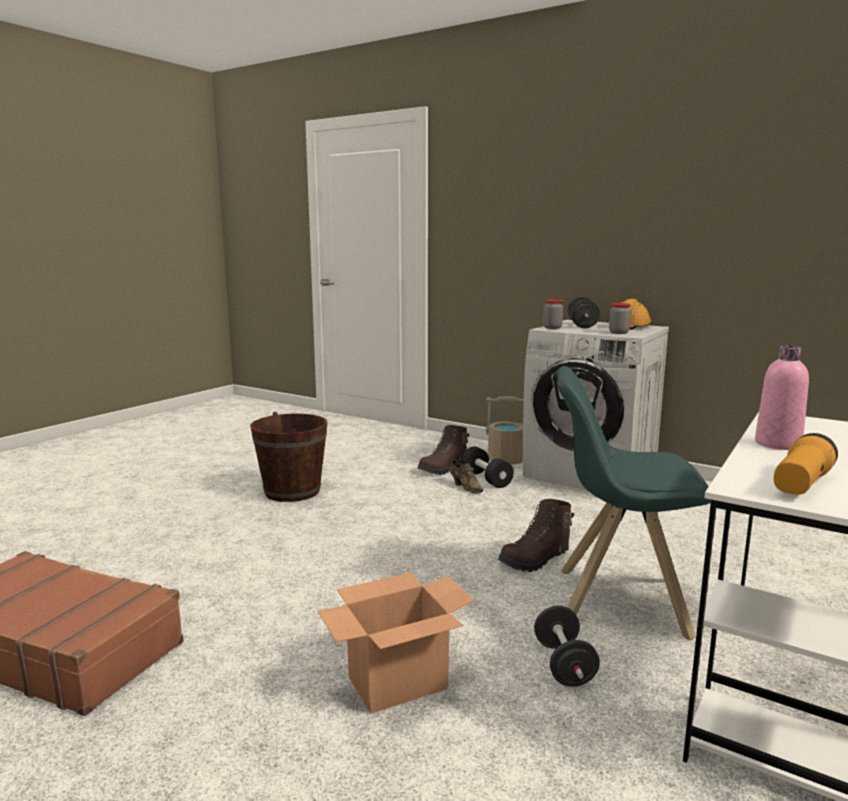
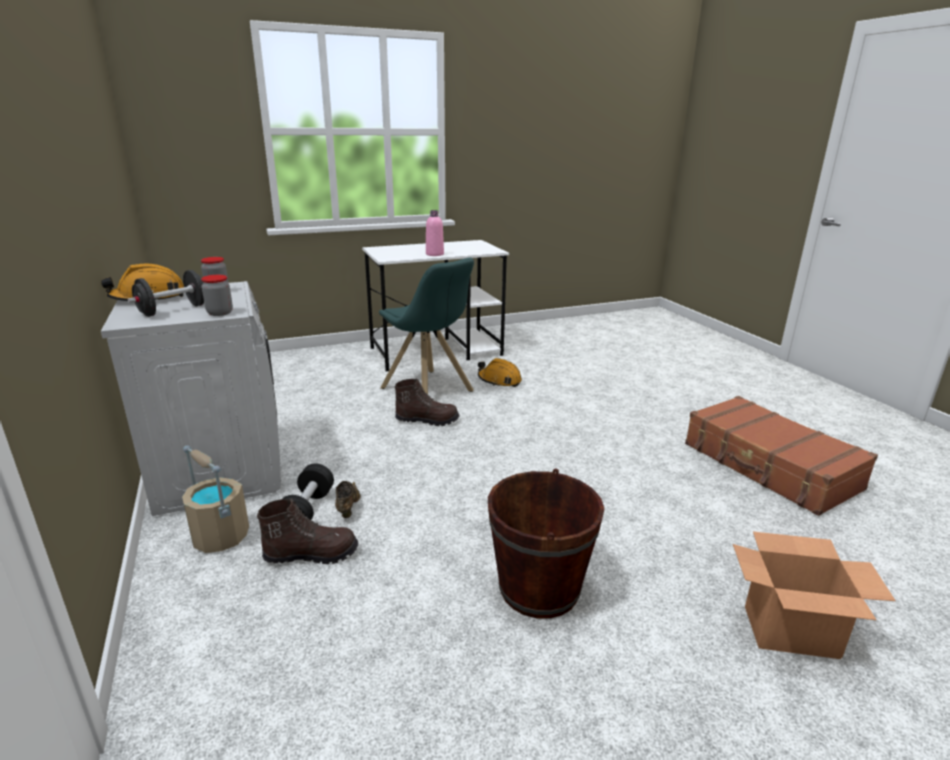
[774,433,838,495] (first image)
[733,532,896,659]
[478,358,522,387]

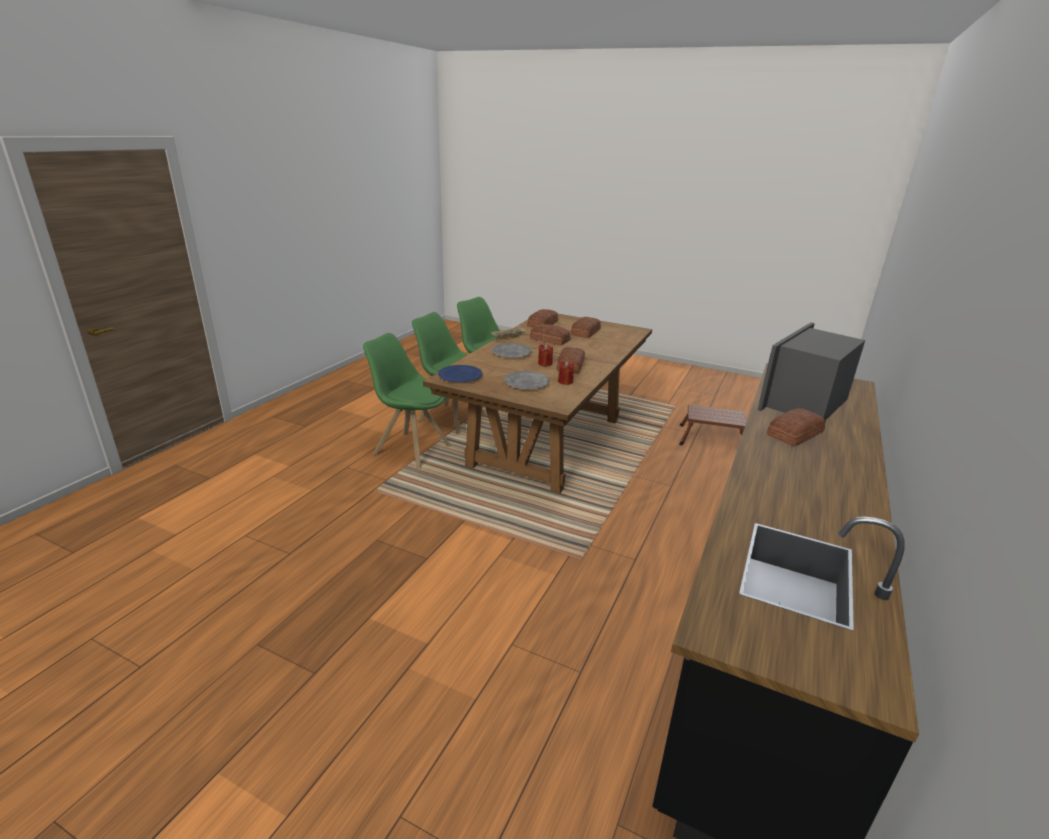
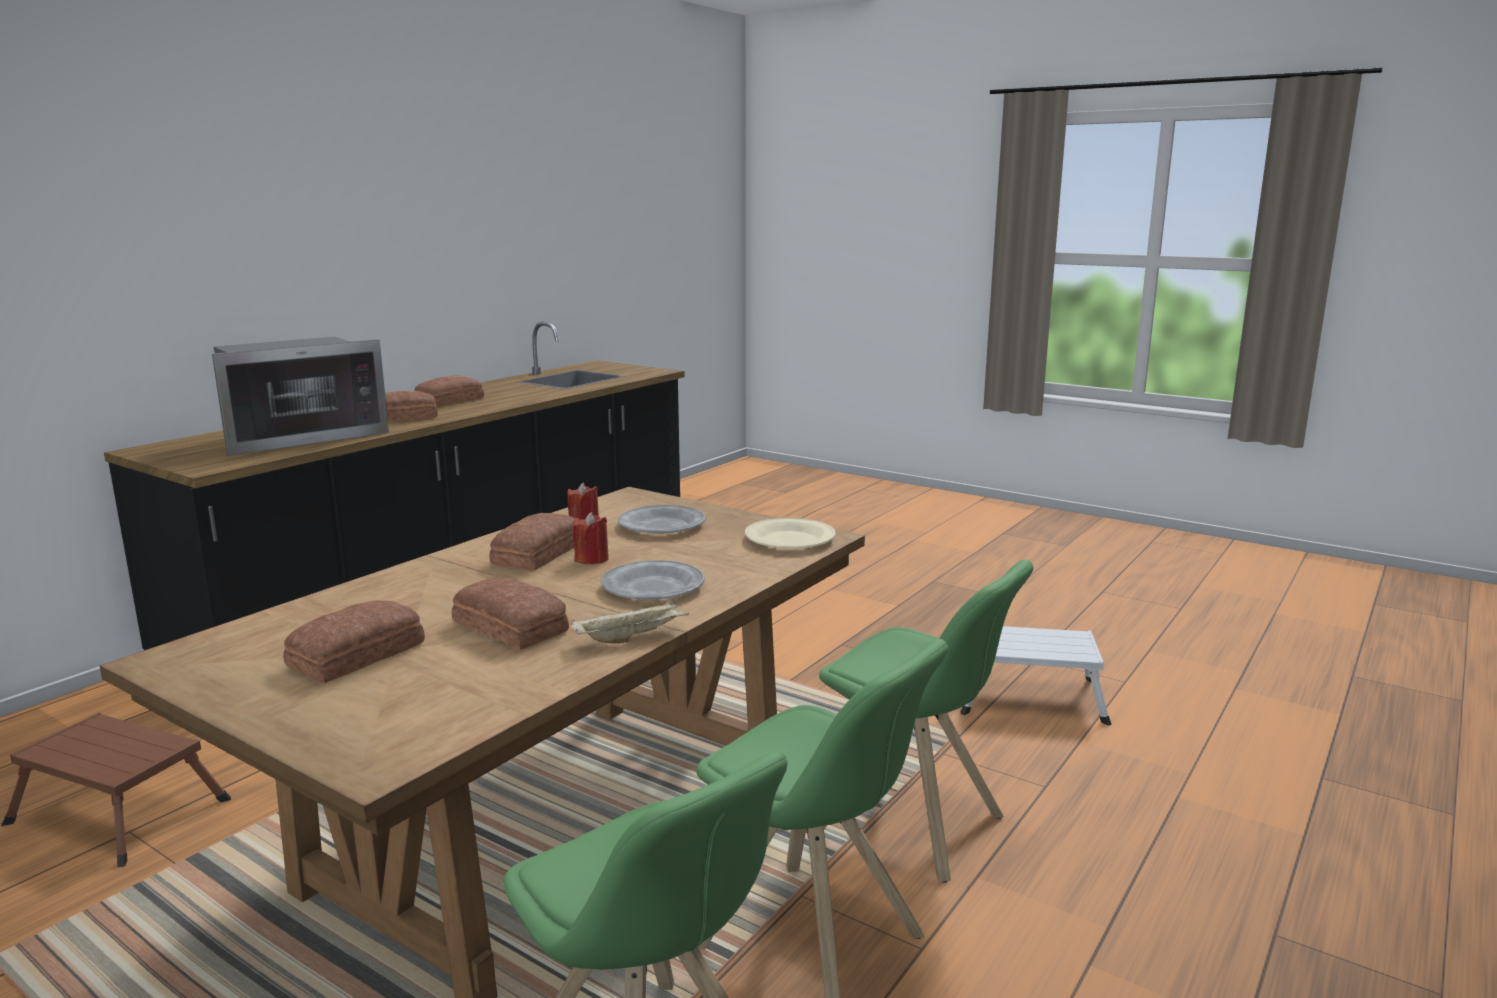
[960,626,1112,726]
[414,375,484,407]
[745,518,836,548]

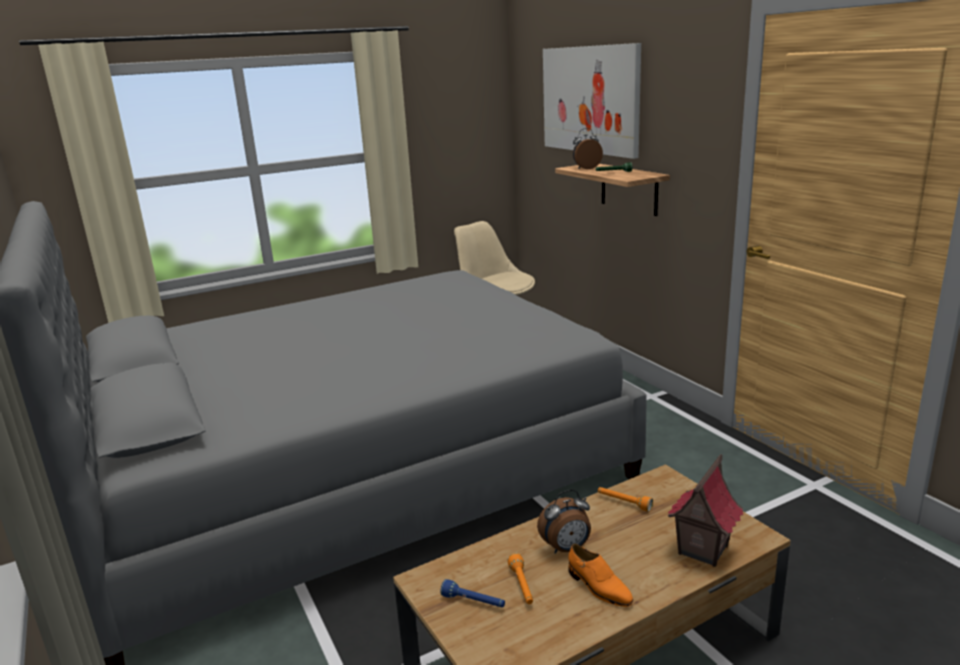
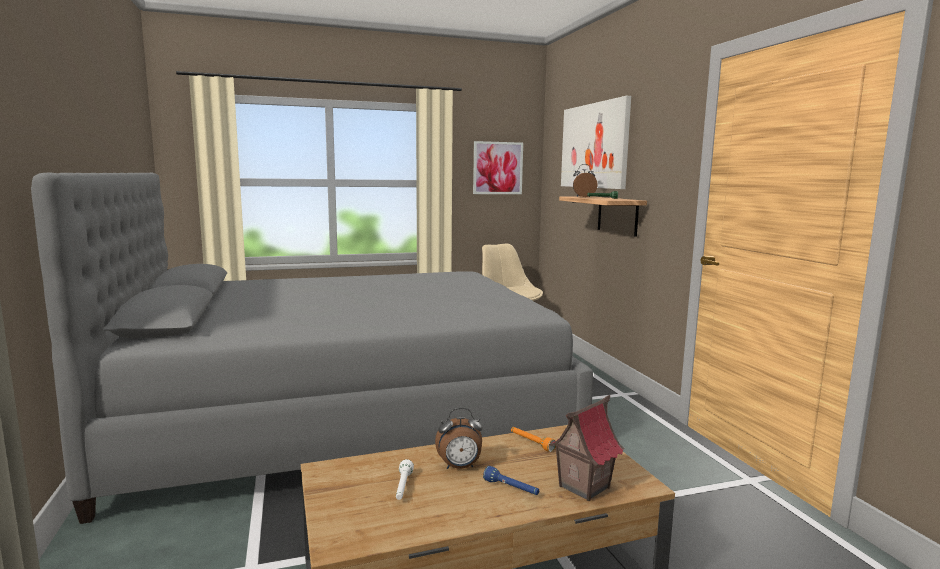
[568,544,633,607] (first image)
[473,141,523,194]
[483,466,539,495]
[396,459,414,500]

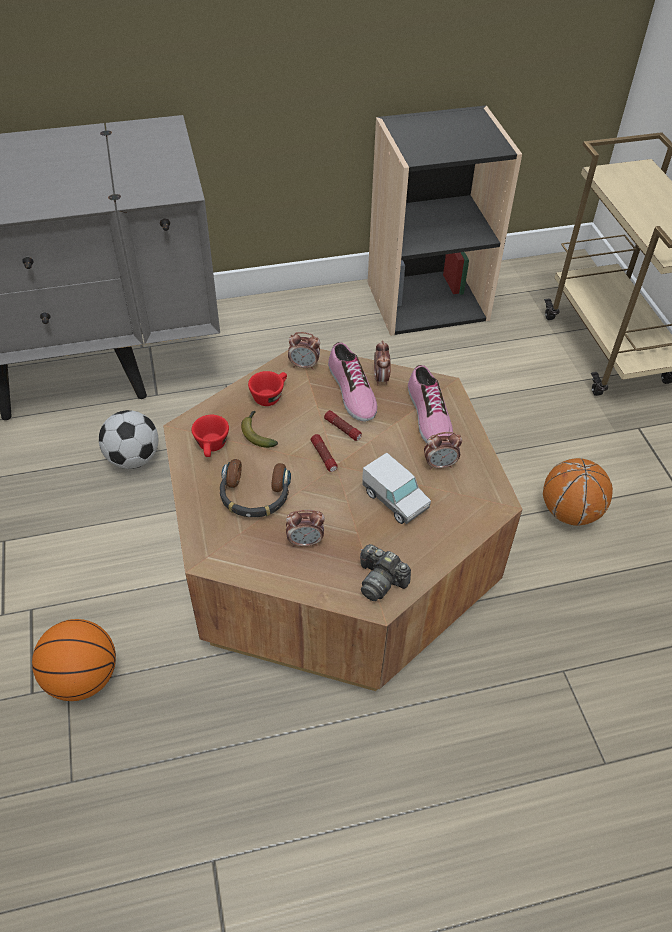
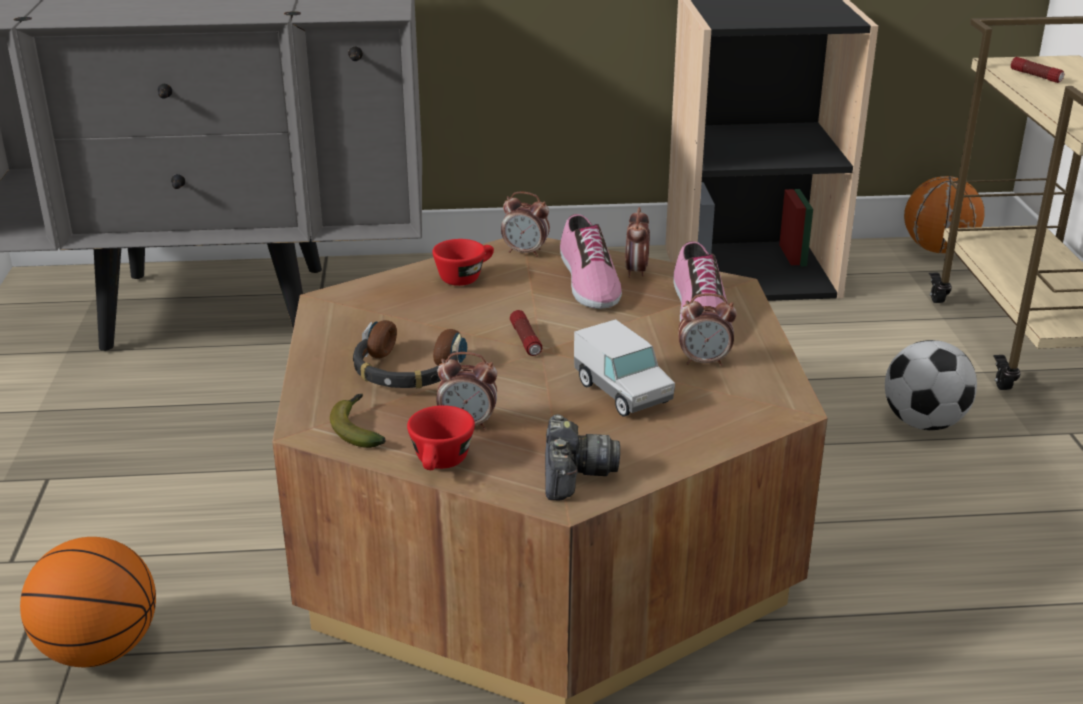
[885,340,977,430]
[407,405,475,470]
[330,394,385,448]
[1011,57,1064,83]
[904,176,985,253]
[545,414,620,500]

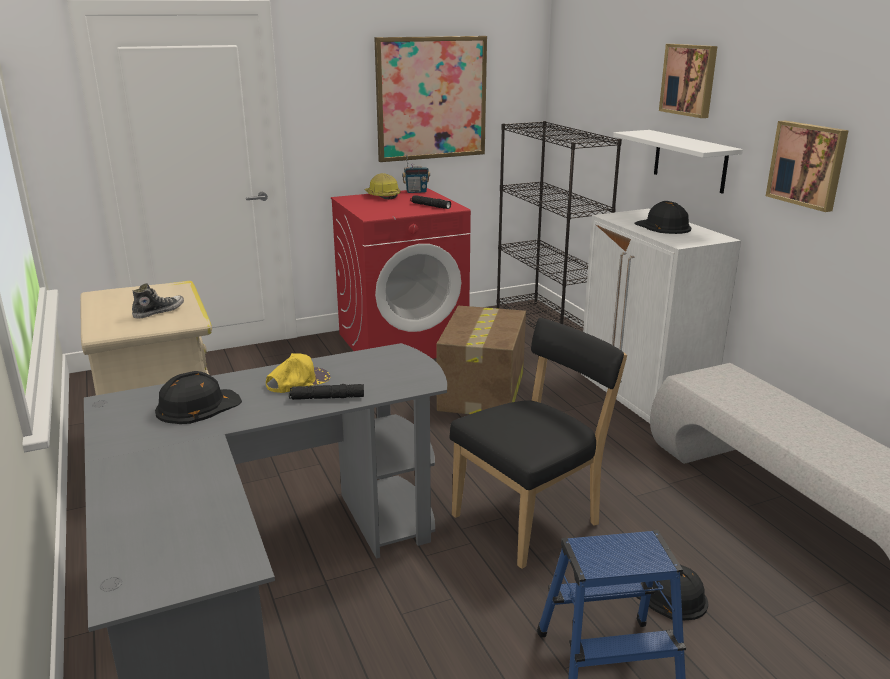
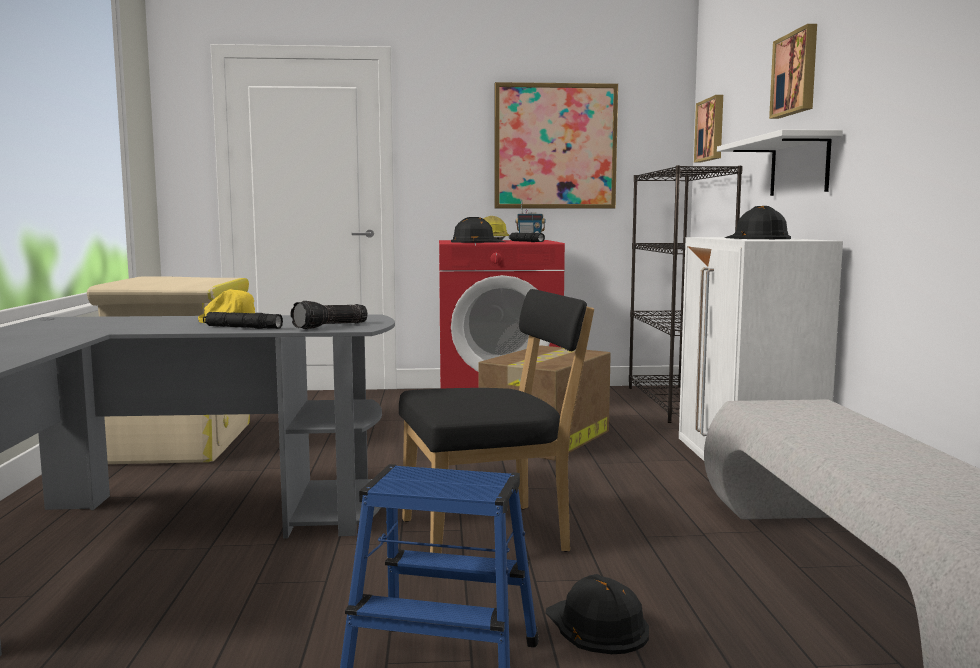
[132,283,184,319] (first image)
[291,301,368,329]
[451,217,505,243]
[694,95,723,162]

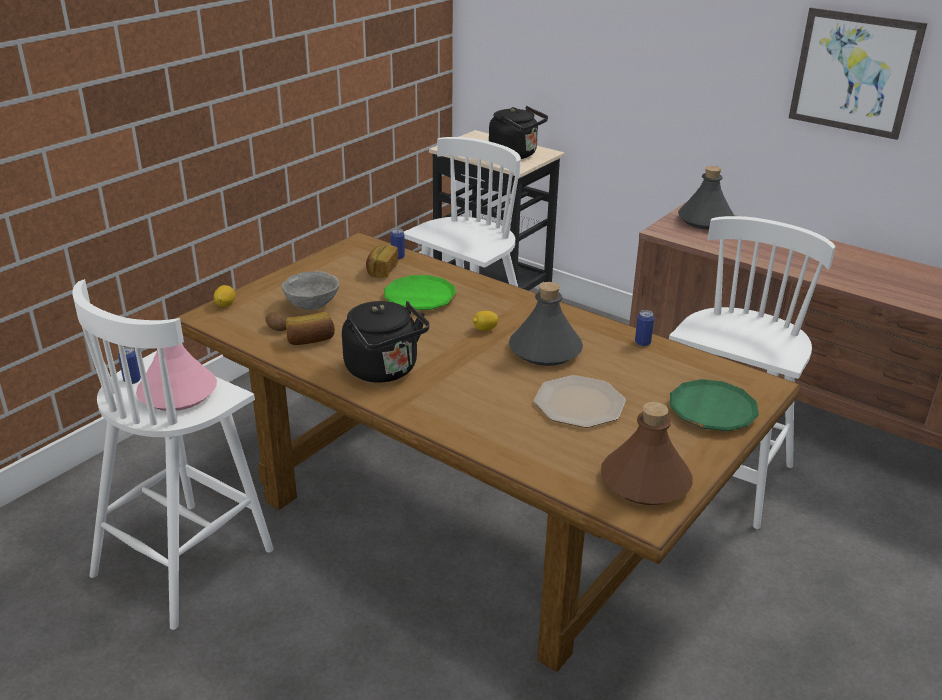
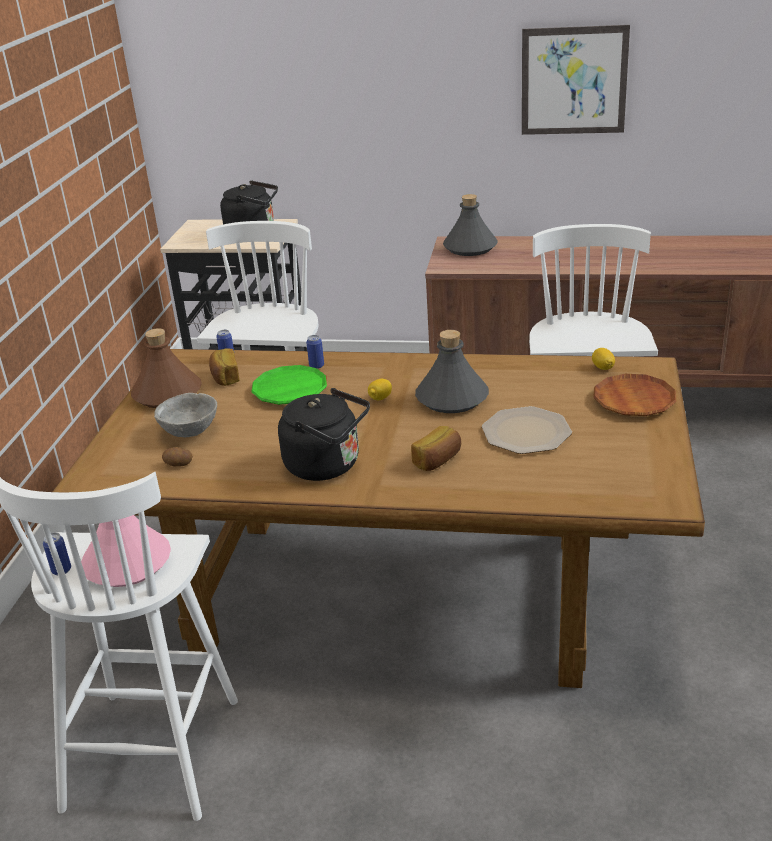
[592,348,615,370]
[411,426,461,471]
[131,328,202,408]
[306,335,324,369]
[593,374,676,416]

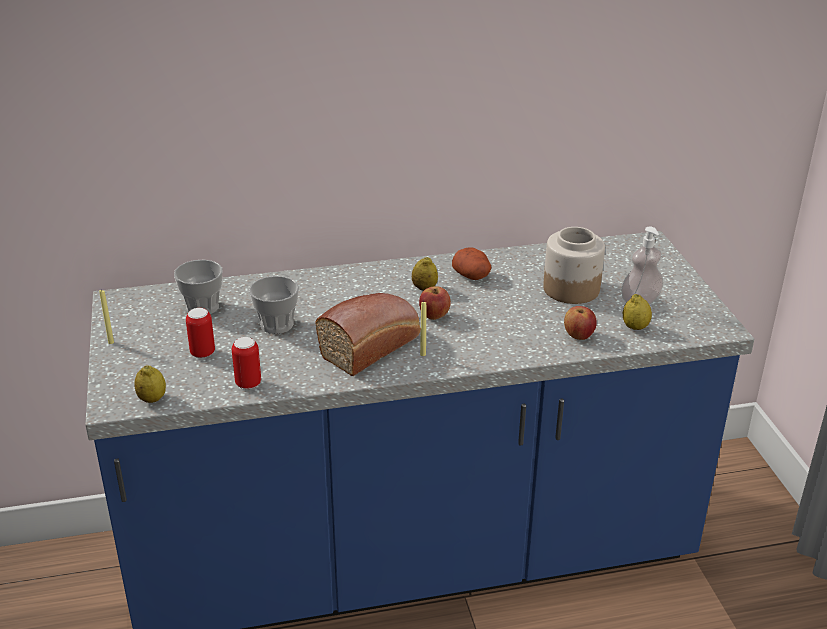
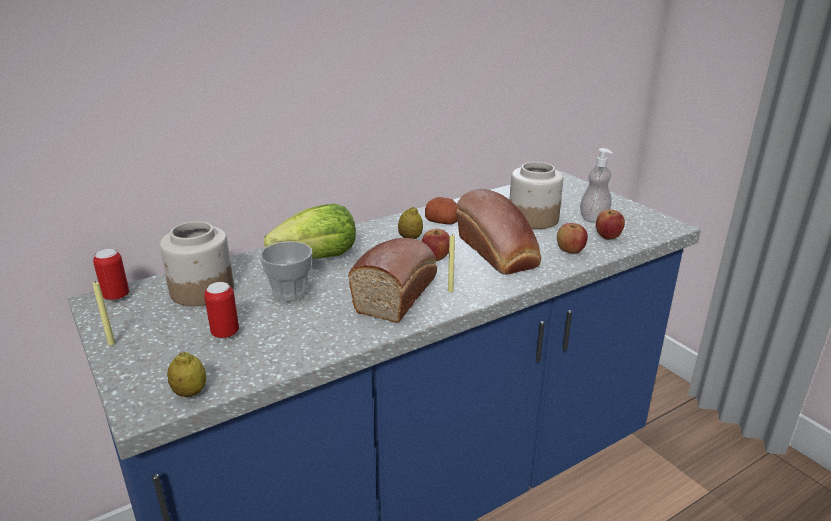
[264,204,356,259]
[456,189,541,275]
[93,249,129,301]
[160,221,234,306]
[596,209,625,240]

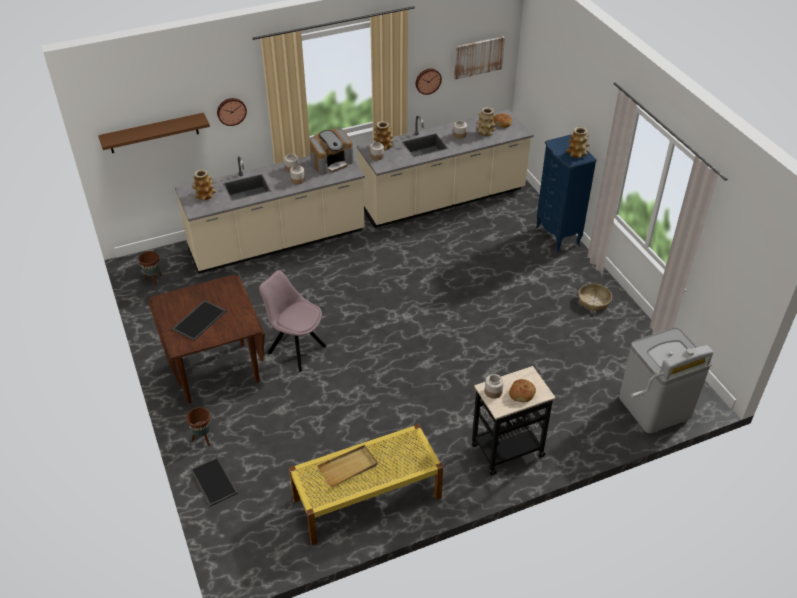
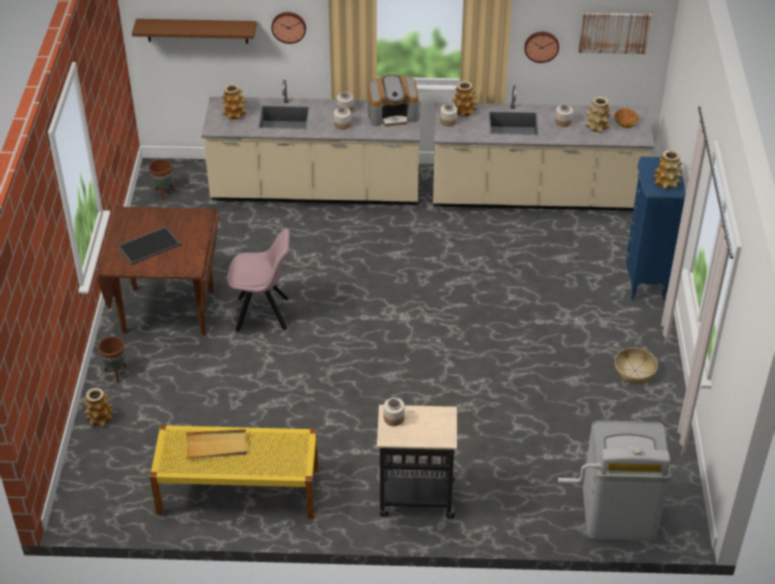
[509,379,536,402] (first image)
[84,388,113,427]
[227,229,290,332]

